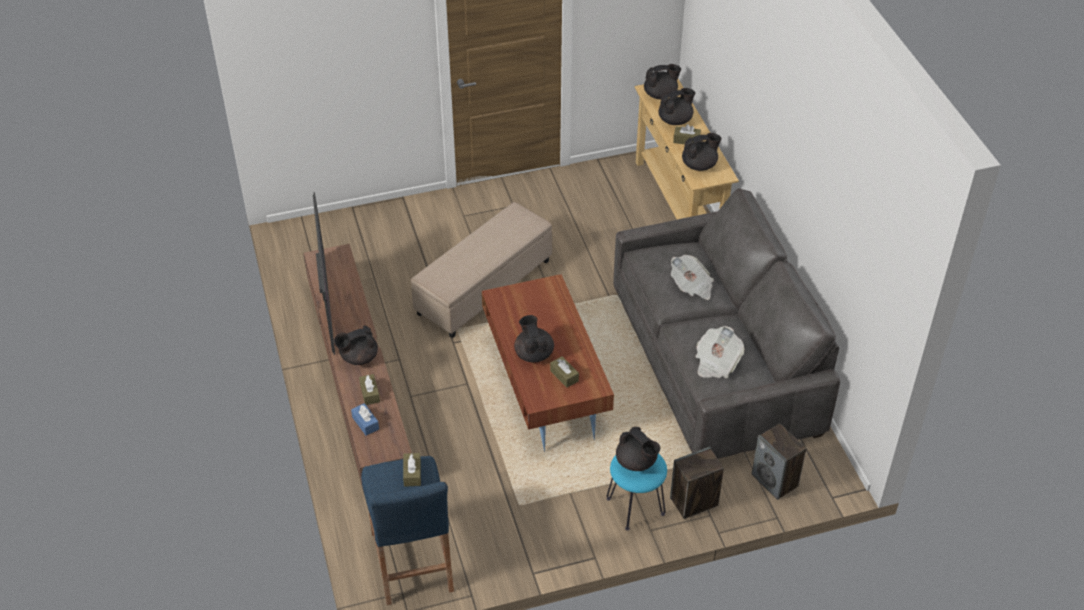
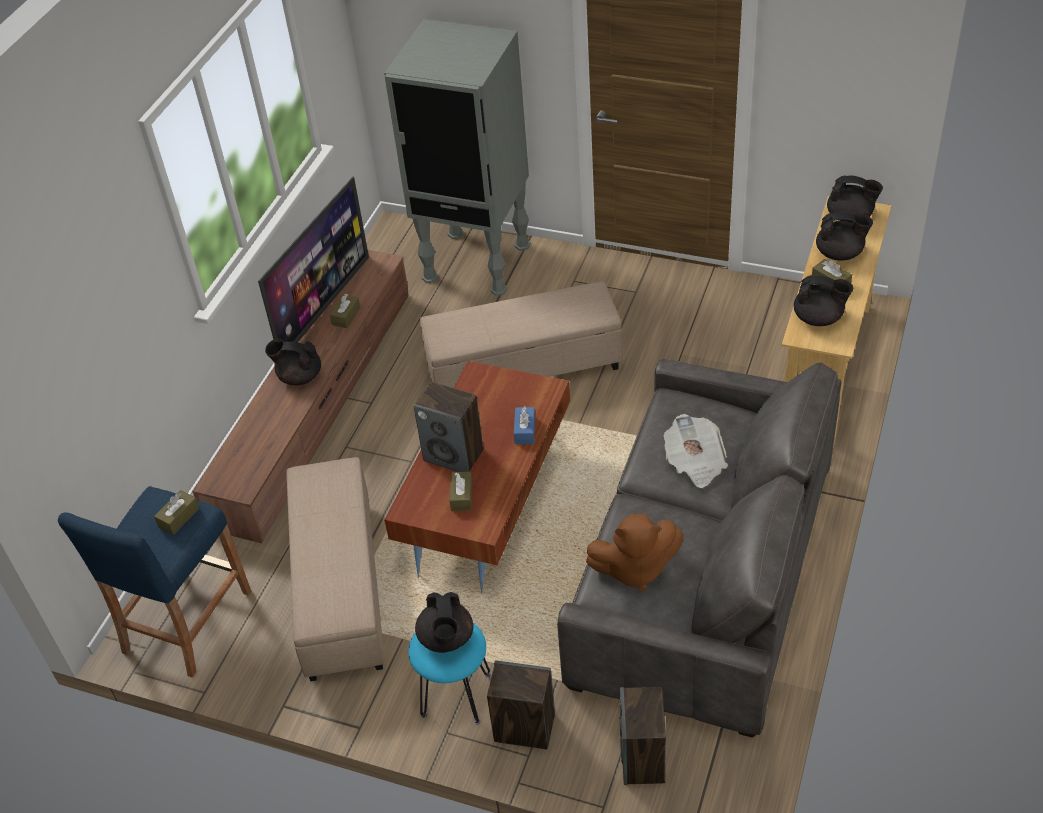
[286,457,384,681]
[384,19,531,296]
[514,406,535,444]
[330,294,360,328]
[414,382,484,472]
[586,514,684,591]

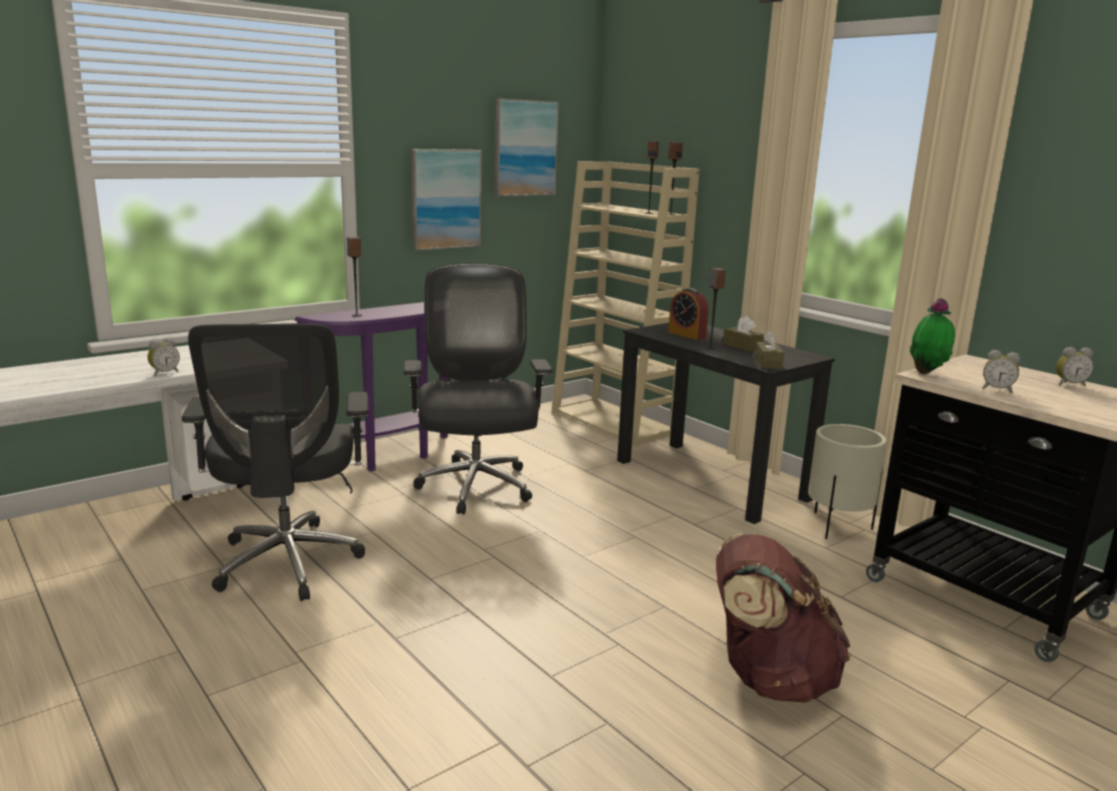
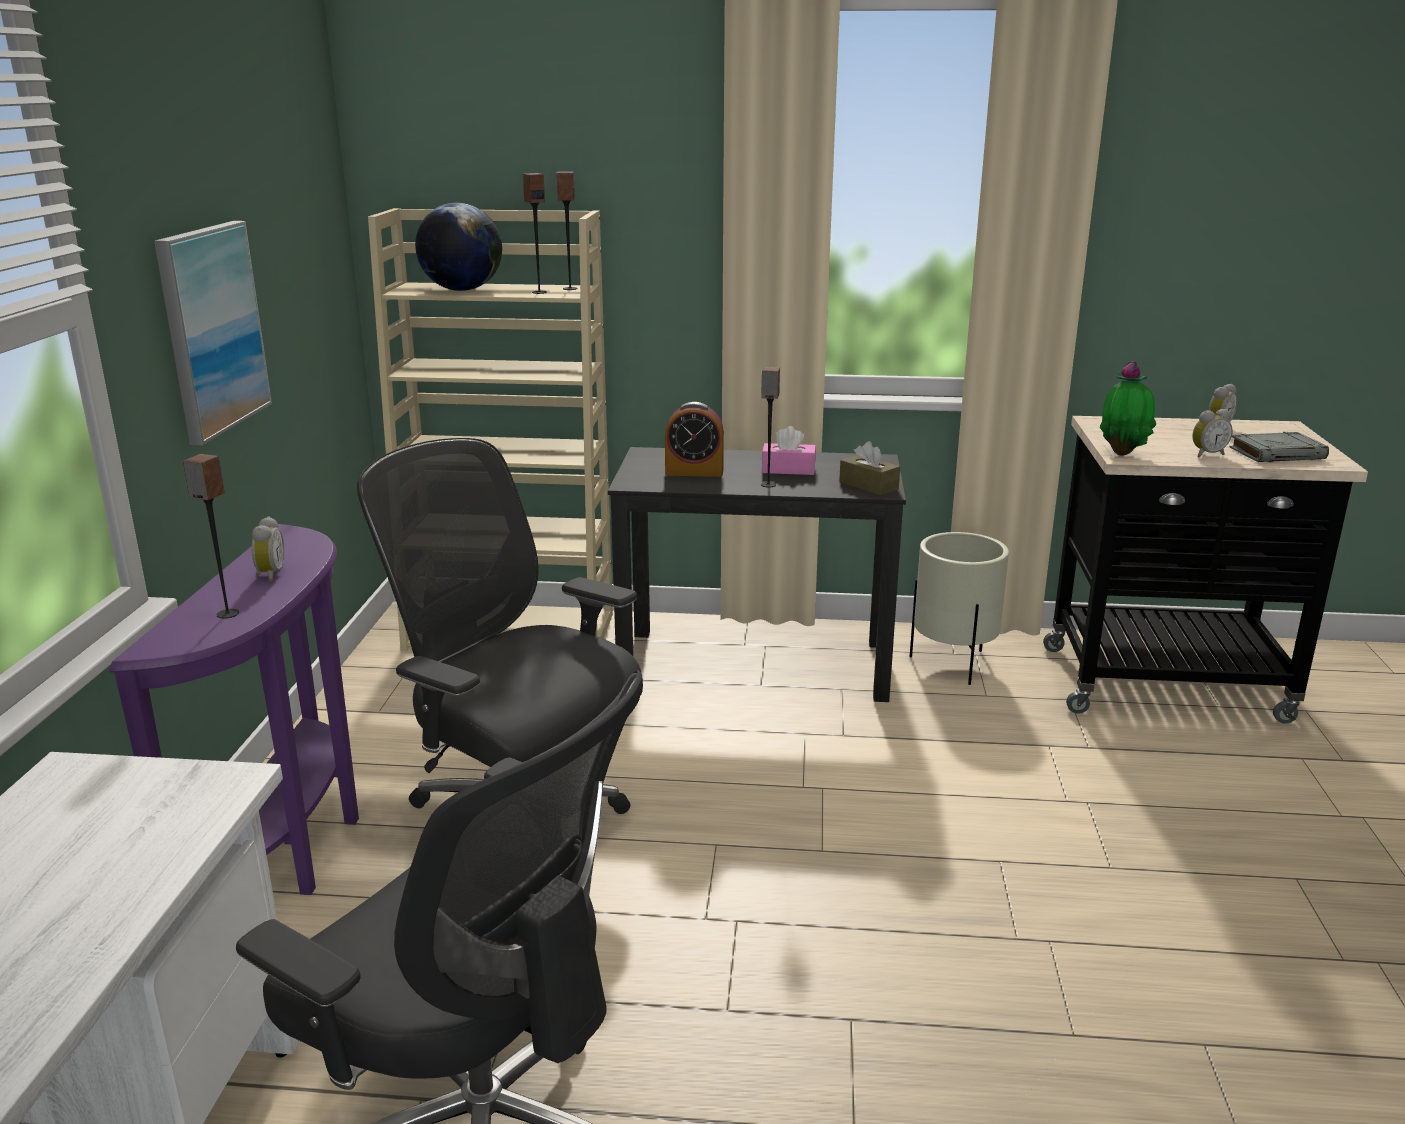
[494,99,559,197] (first image)
[716,534,851,703] (first image)
[415,203,502,291]
[1229,432,1329,462]
[252,517,285,582]
[762,426,816,475]

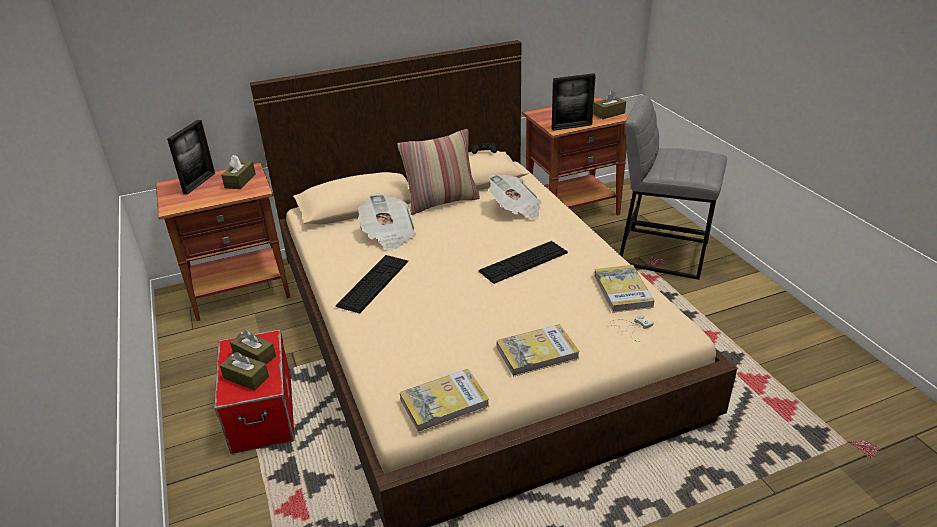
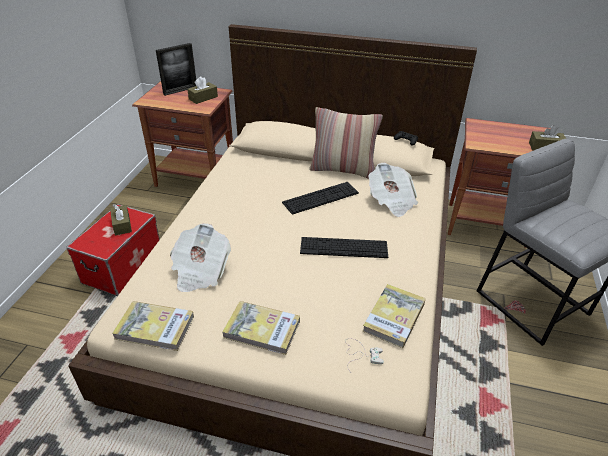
[220,352,269,390] (first image)
[552,73,596,131] (first image)
[282,182,359,215]
[170,223,231,292]

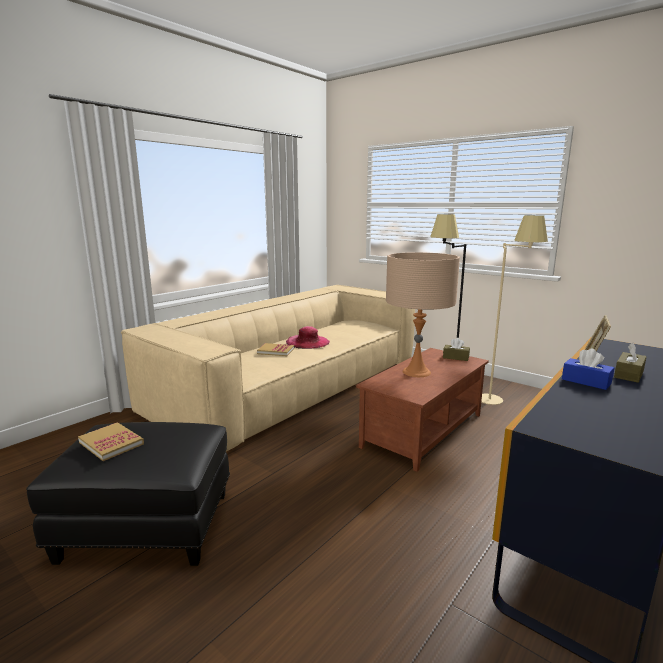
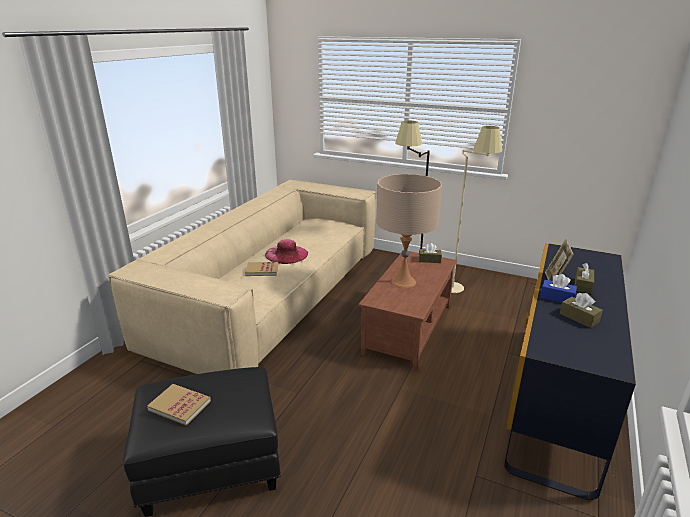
[560,293,603,328]

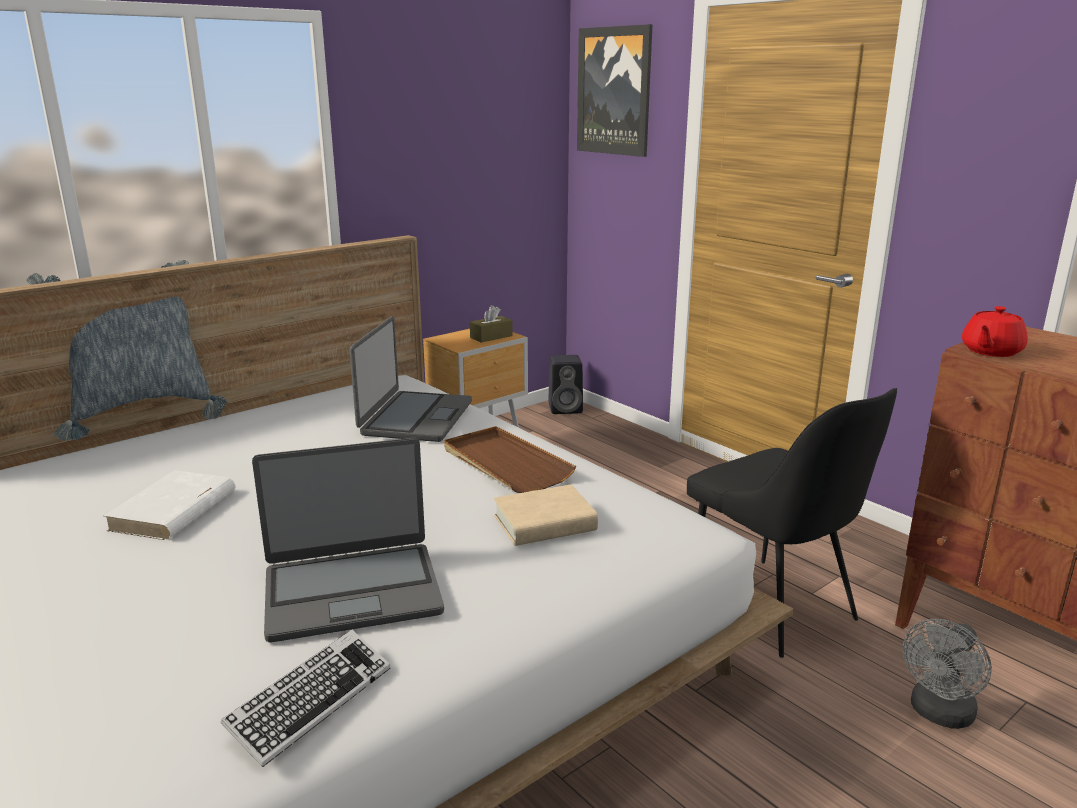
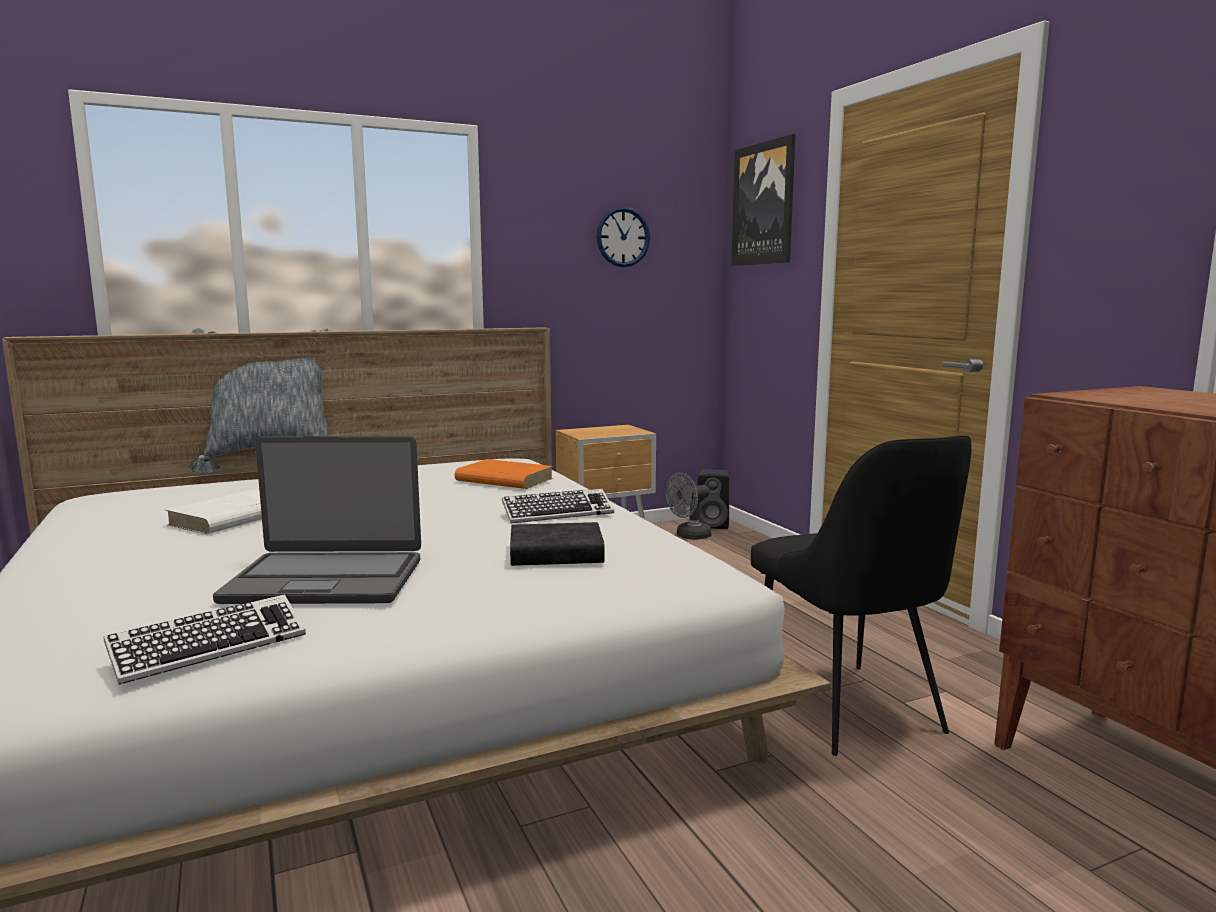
[470,305,513,342] (first image)
[962,306,1028,357] (first image)
[596,207,650,267]
[666,472,712,540]
[454,459,553,489]
[502,489,614,523]
[510,522,605,566]

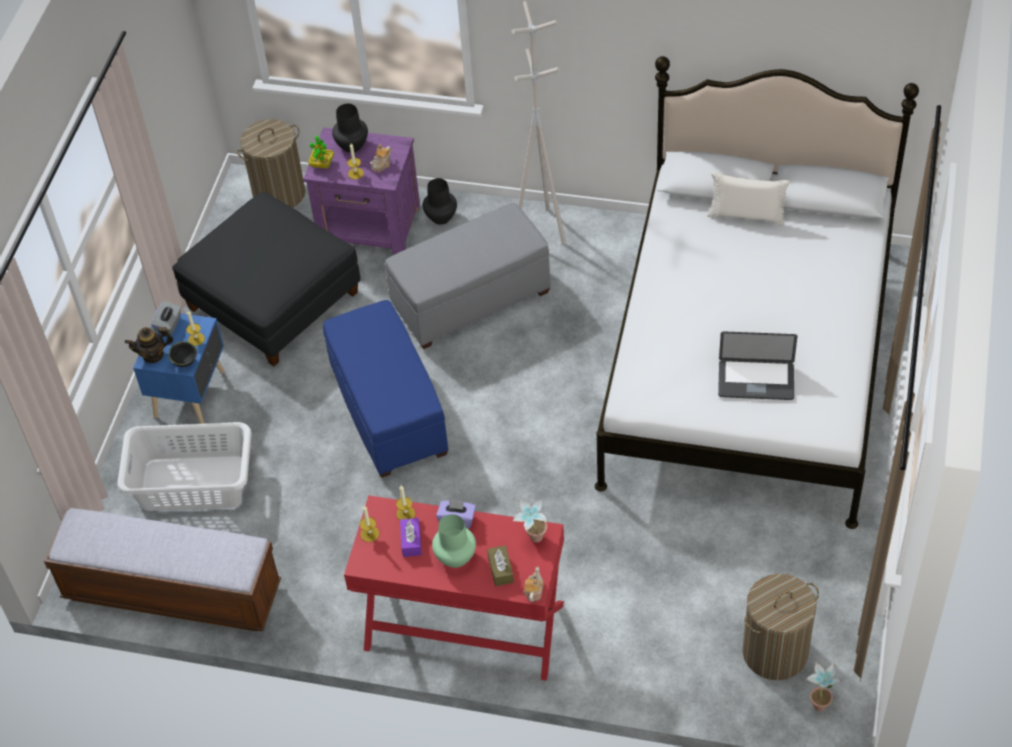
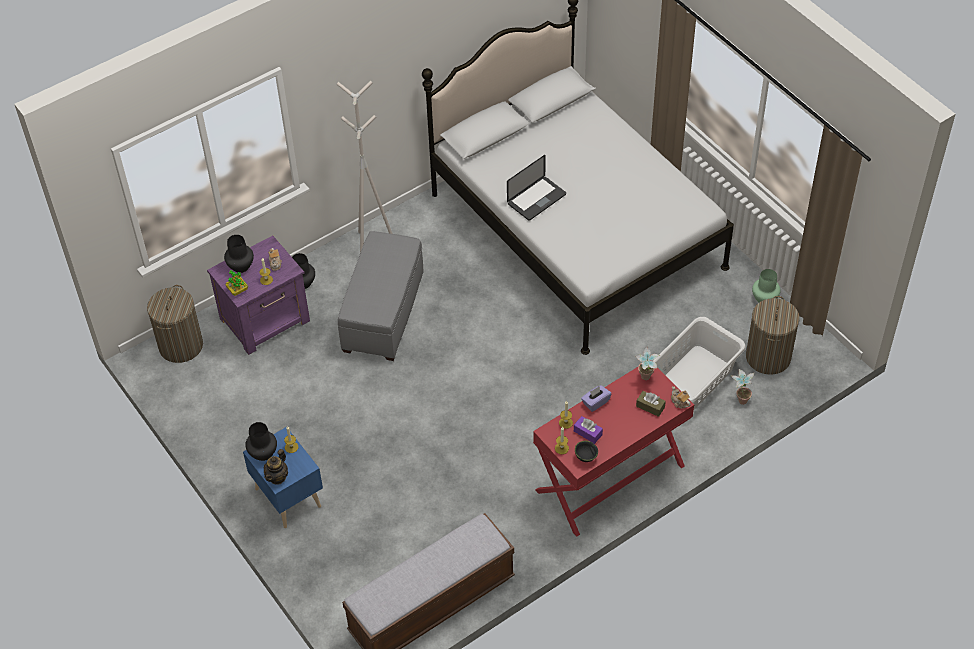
[172,192,361,366] (first image)
[323,300,448,478] (first image)
[708,172,790,226] (first image)
[653,317,746,410]
[575,441,598,462]
[752,269,781,303]
[507,155,566,221]
[730,369,755,405]
[245,422,277,461]

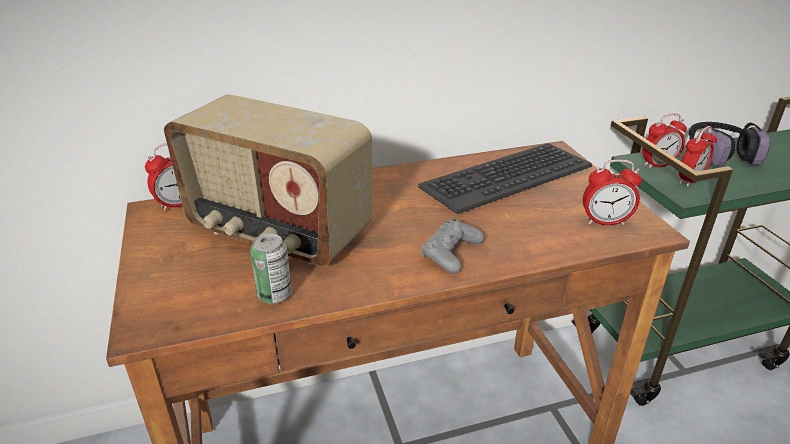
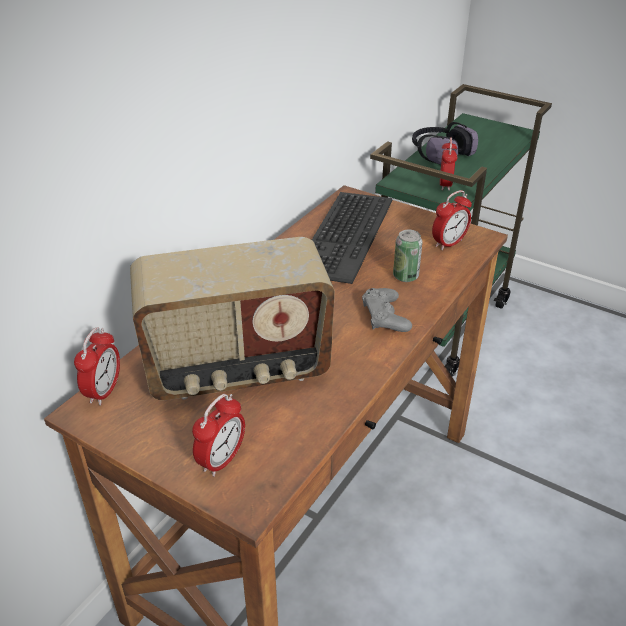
[393,230,423,282]
[192,394,245,477]

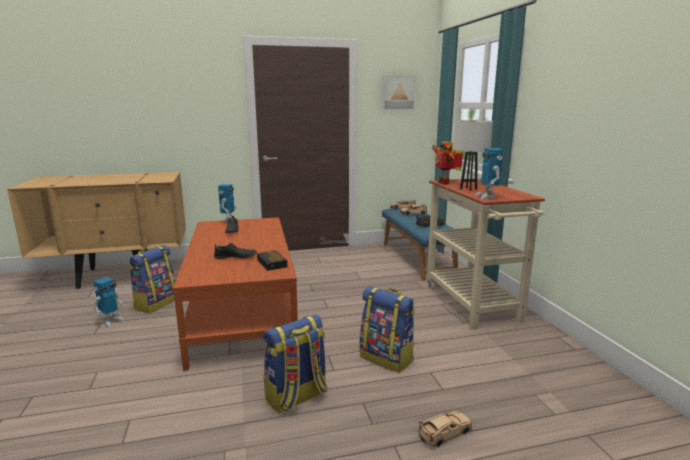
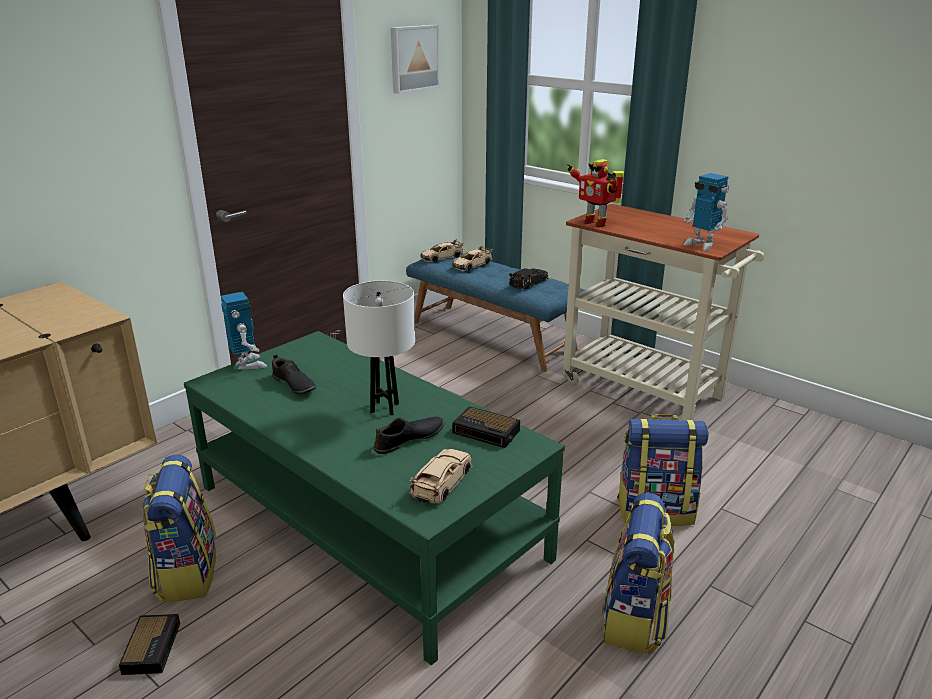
[409,449,473,503]
[343,281,415,415]
[119,614,180,675]
[184,331,565,665]

